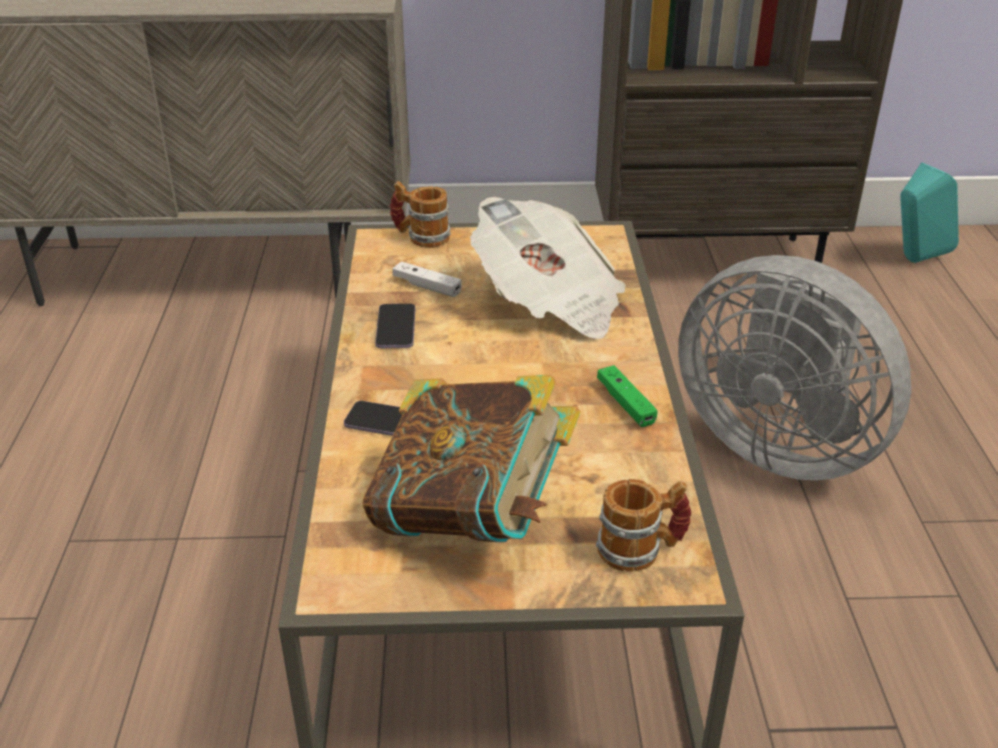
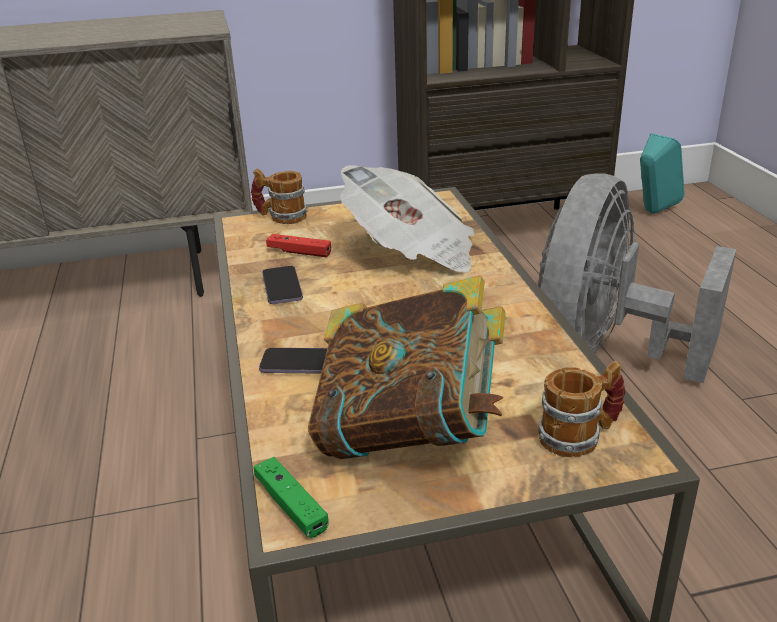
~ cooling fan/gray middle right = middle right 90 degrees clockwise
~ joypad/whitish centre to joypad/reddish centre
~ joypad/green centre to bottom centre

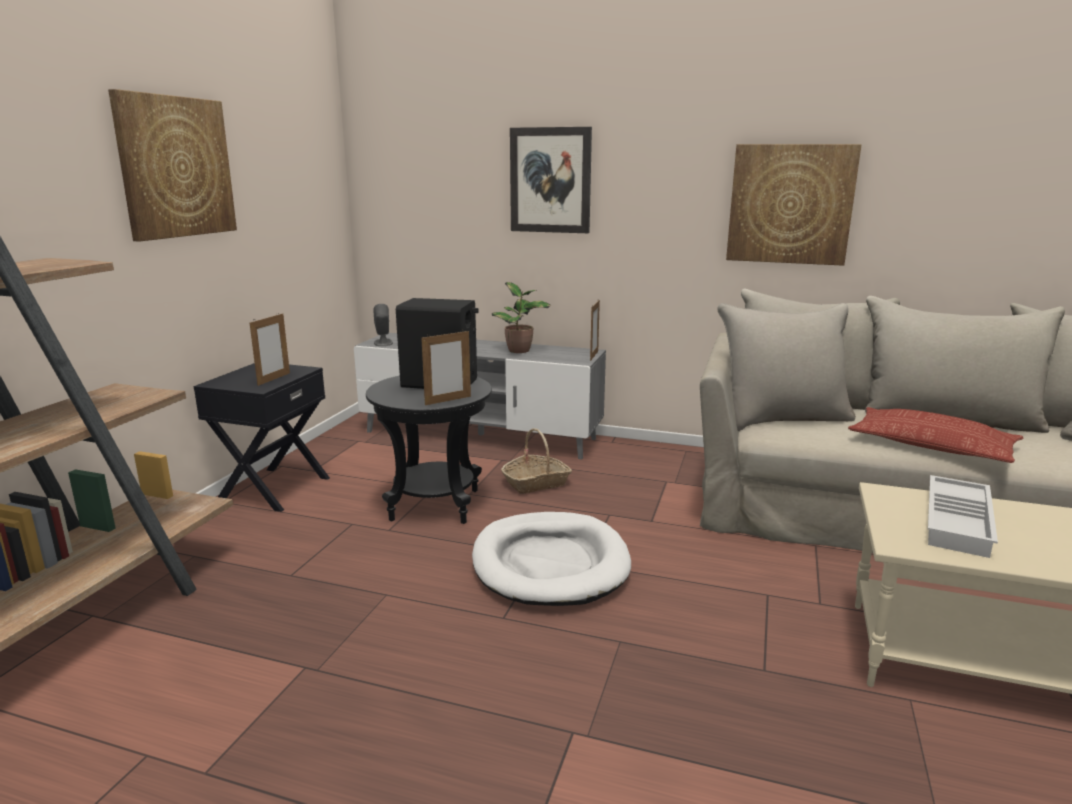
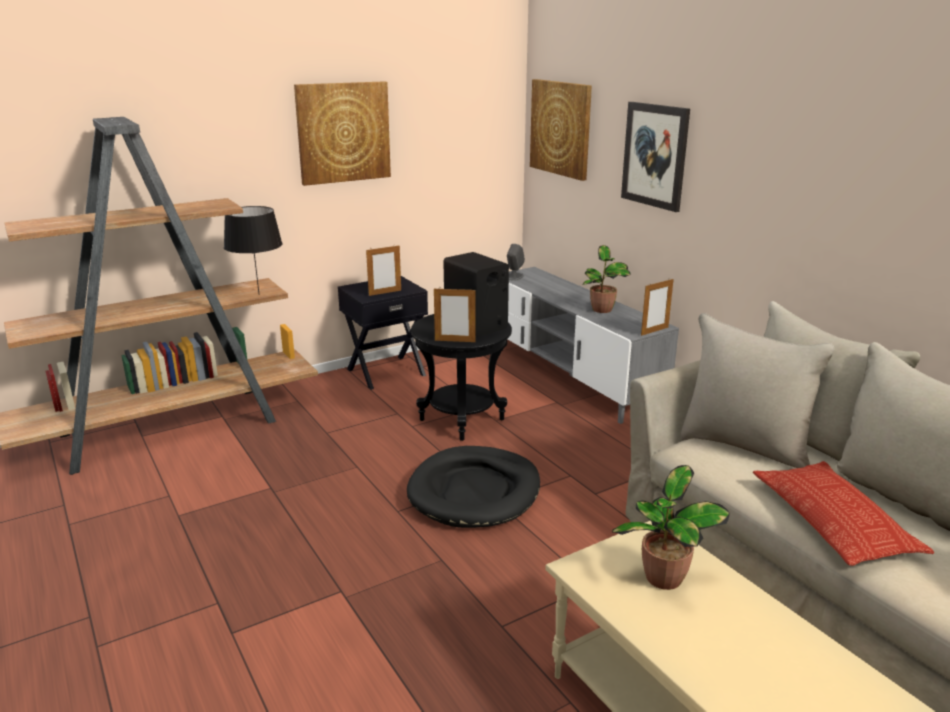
~ wall art (3rd from left in the first image) top right to wall art (2nd from left) top centre
- household basket centre
~ carrying tray/whitish middle right to potted plant (2nd from left) bottom right
~ pet bed/whitish bottom centre to pet bed/blackish bottom centre
+ lamp for a table/blackish middle left

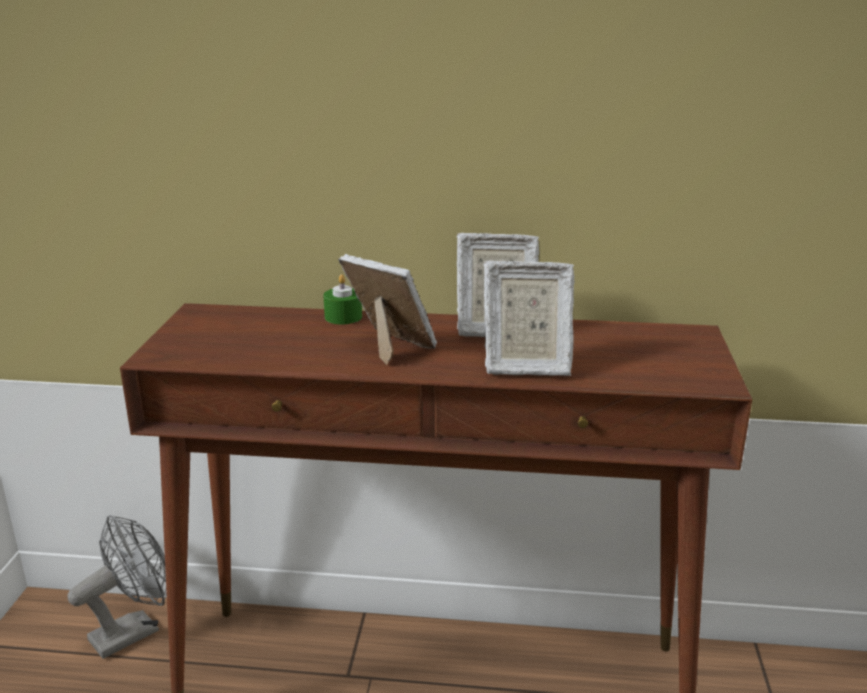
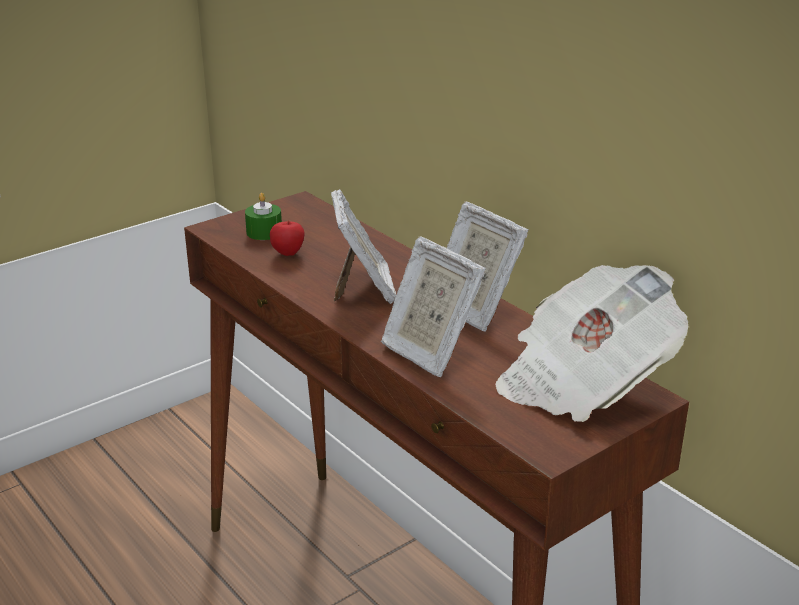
~ wax light/green centre to middle left
- cooling fan/gray bottom left
+ apple centre
+ daily paper middle right

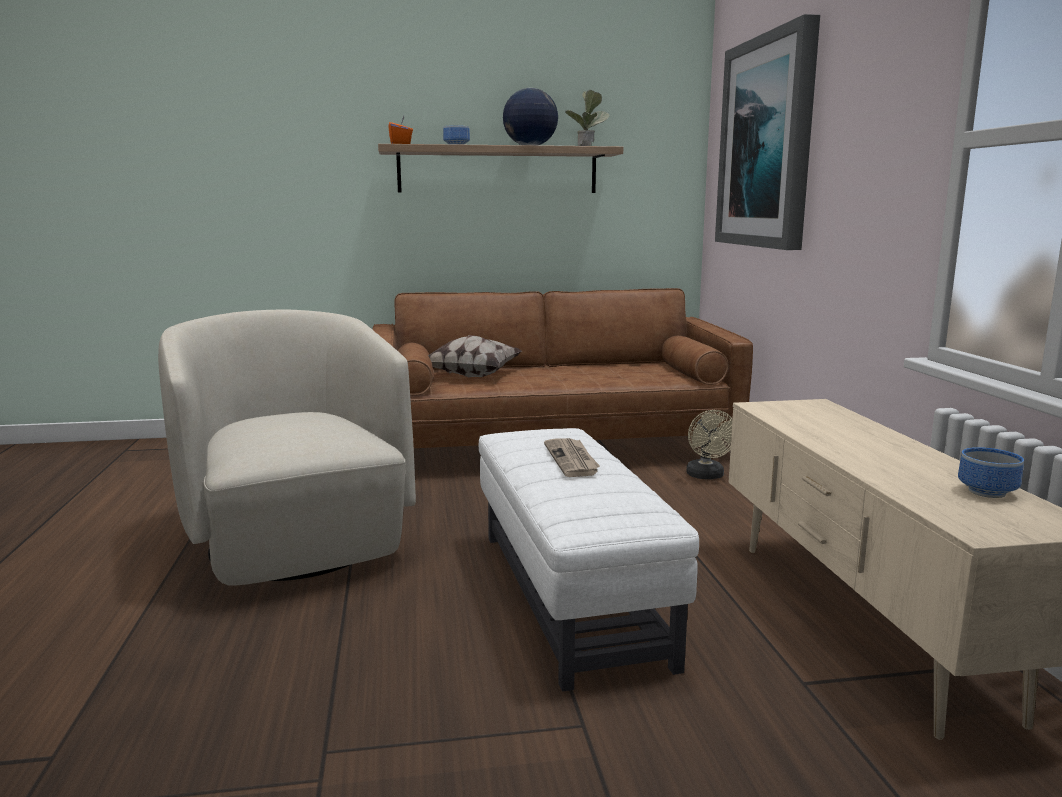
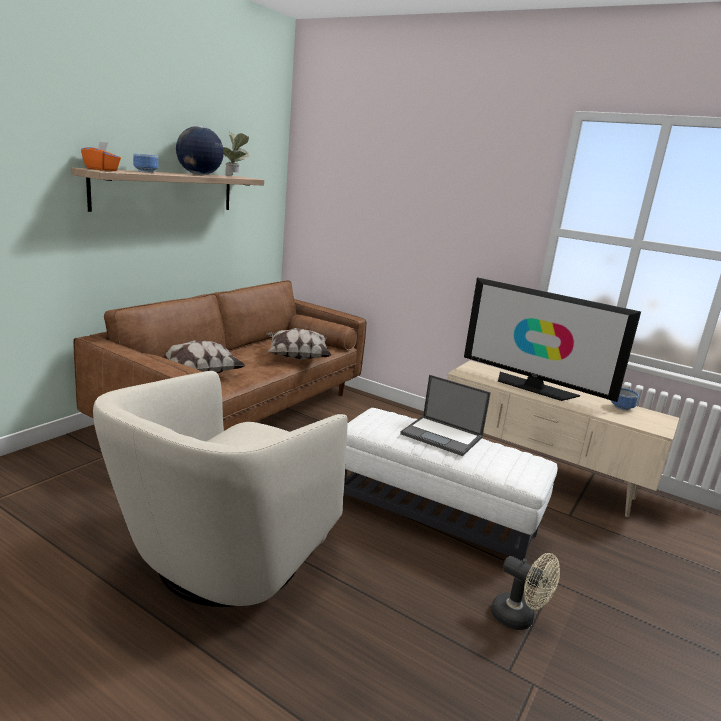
- wall art top right
~ lounge chair/beige-coloured middle left = bottom left 75 degrees counterclockwise
~ cooling fan/beige-coloured middle right to bottom right
~ daily paper centre to laptop centre
+ TV set middle right
+ throw pillow (2nd from left) centre

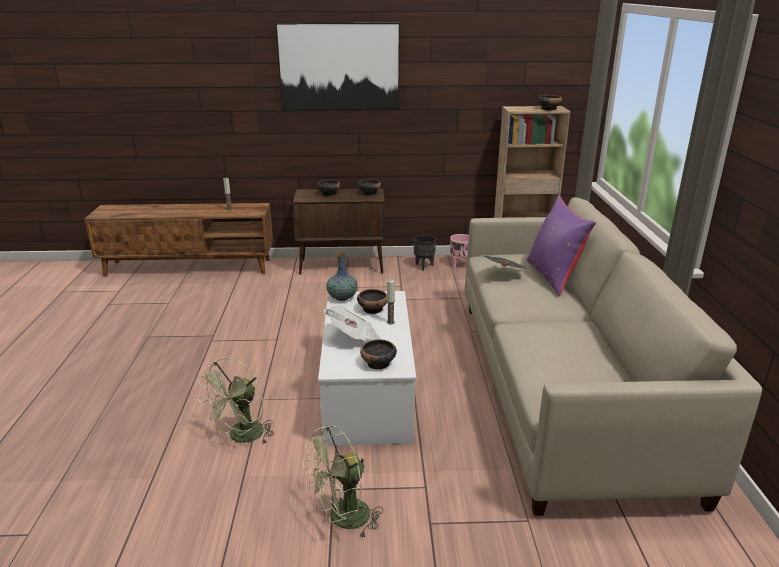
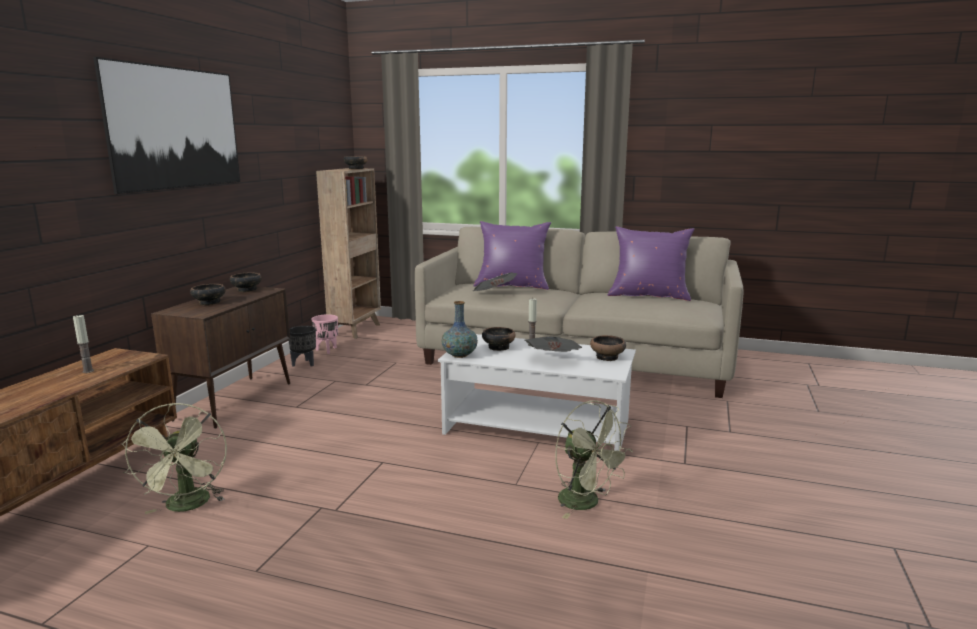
~ cooling fan/green (2nd from left in the first image) bottom centre to cooling fan/green (1st from left) bottom left
+ throw pillow/purplish (2nd from left) centre

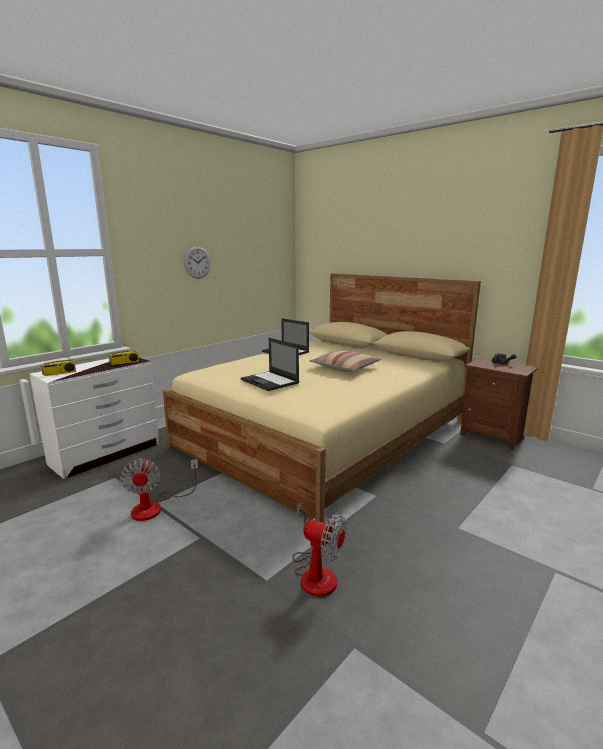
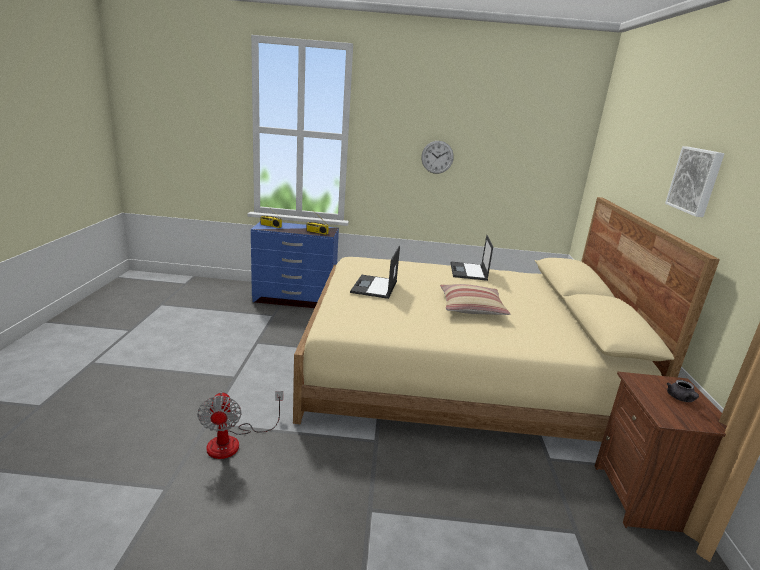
~ dresser/whitish middle left to dresser/blue centre
- cooling fan (1st from left) middle left
+ wall art top right

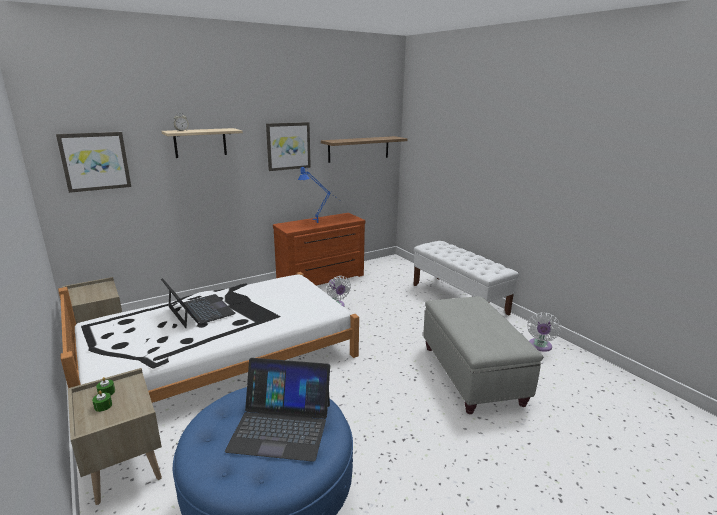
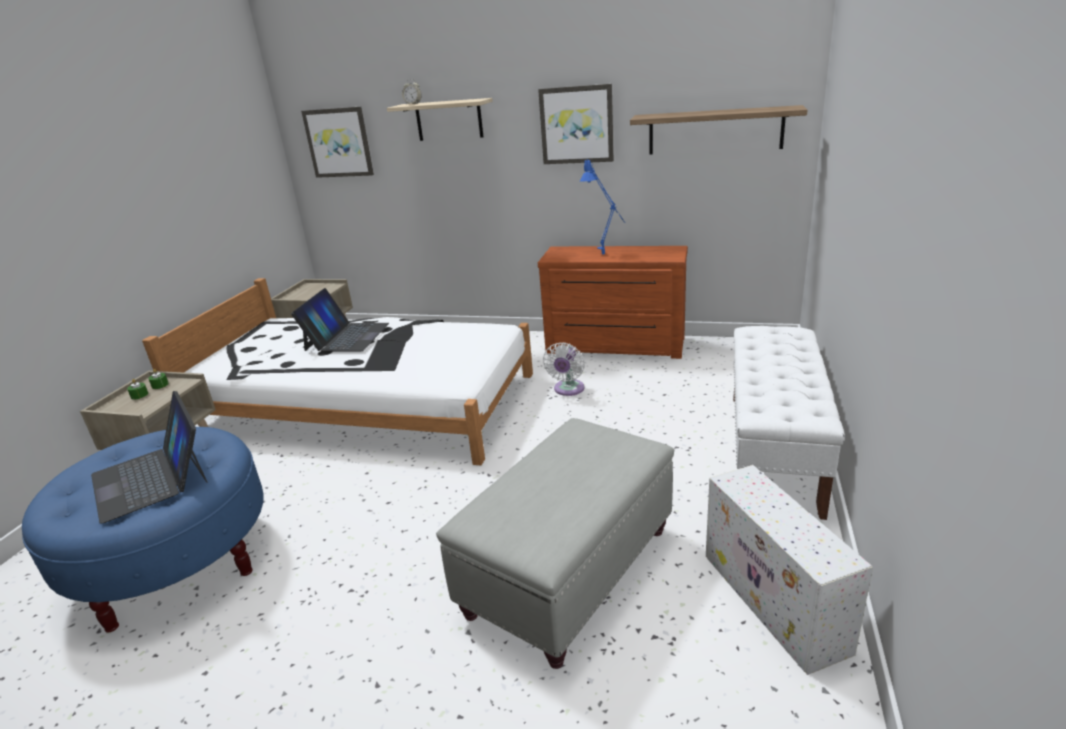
~ cooling fan/whitish (2nd from left) middle right to storage bin/whitish bottom right

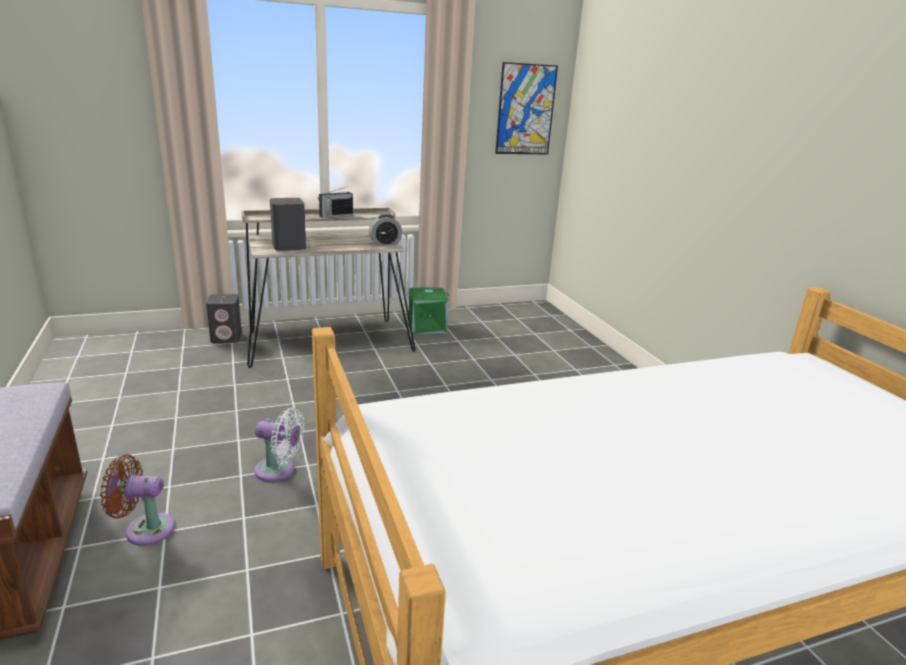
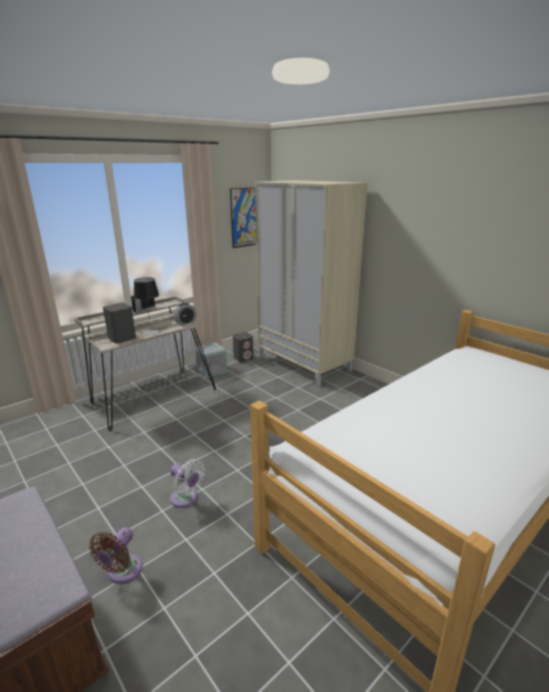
~ storage bin/green centre to storage bin/gray centre
~ audio speaker/gray (1st from left in the first image) middle left to audio speaker/gray (2nd from left) centre
~ cooling fan/whitish bottom left = bottom centre 45 degrees clockwise
~ cooling fan/brown-coloured bottom left = bottom left 45 degrees counterclockwise
+ wardrobe/beige-coloured centre
+ lamp for a table middle left

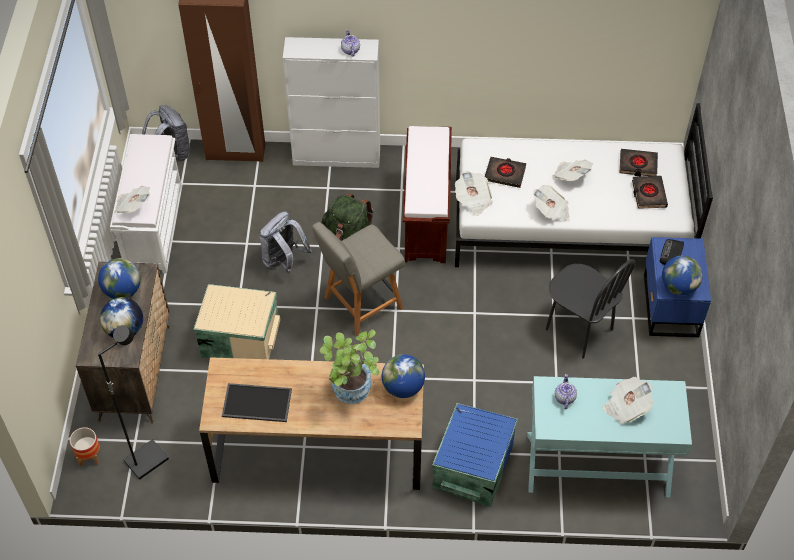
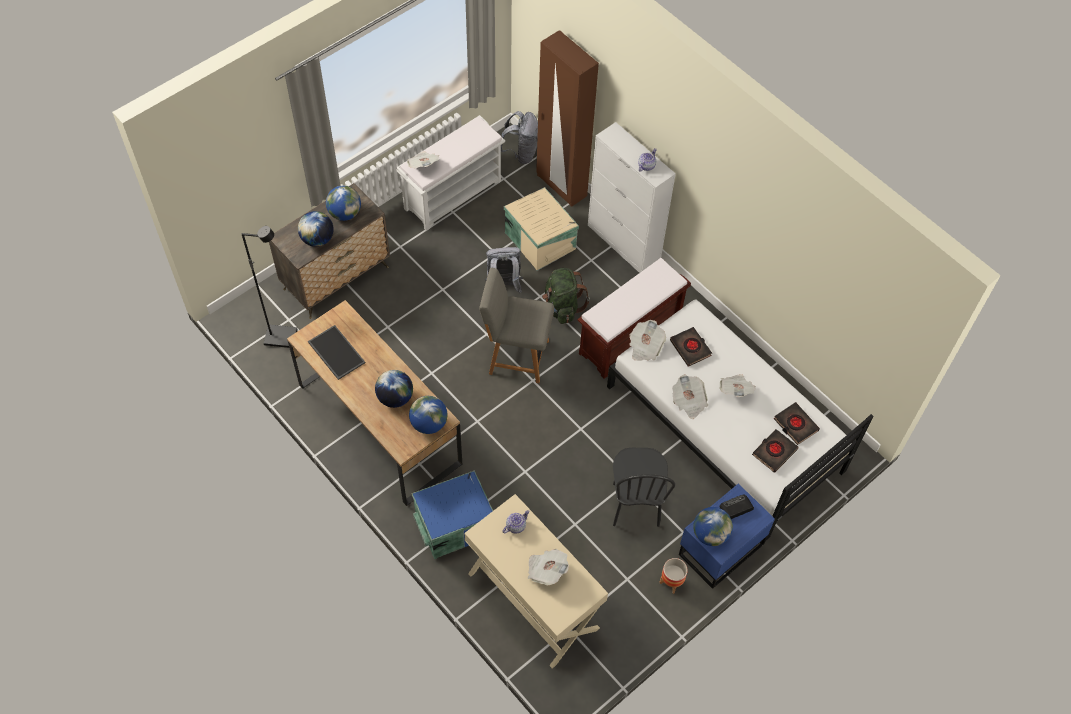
~ storage bin/beige-coloured middle left to top centre
~ potted plant centre to globe (3rd from left) centre
~ hall table/turquoise bottom right to hall table/beige-coloured bottom centre
~ plant pot bottom left to bottom centre

